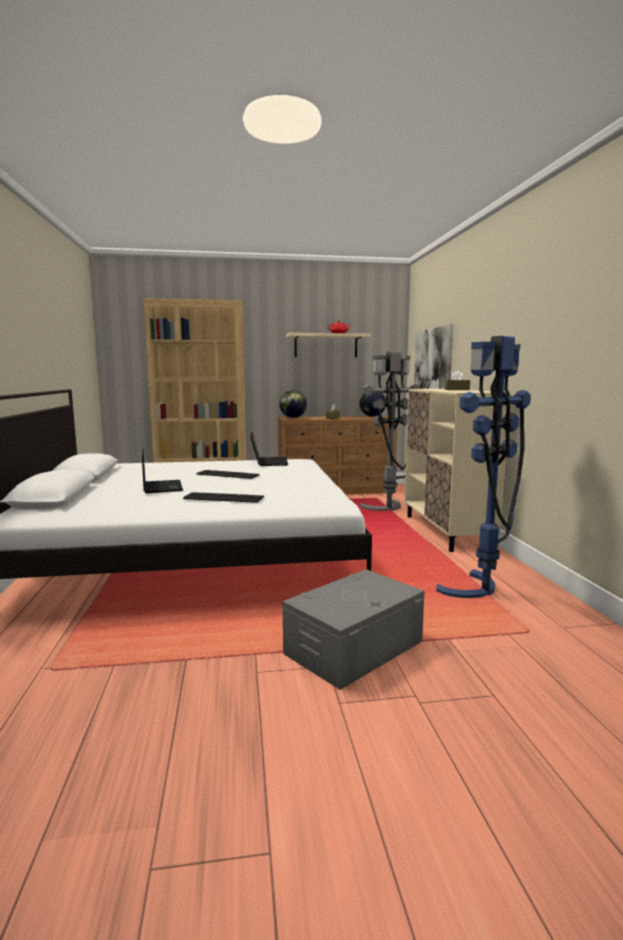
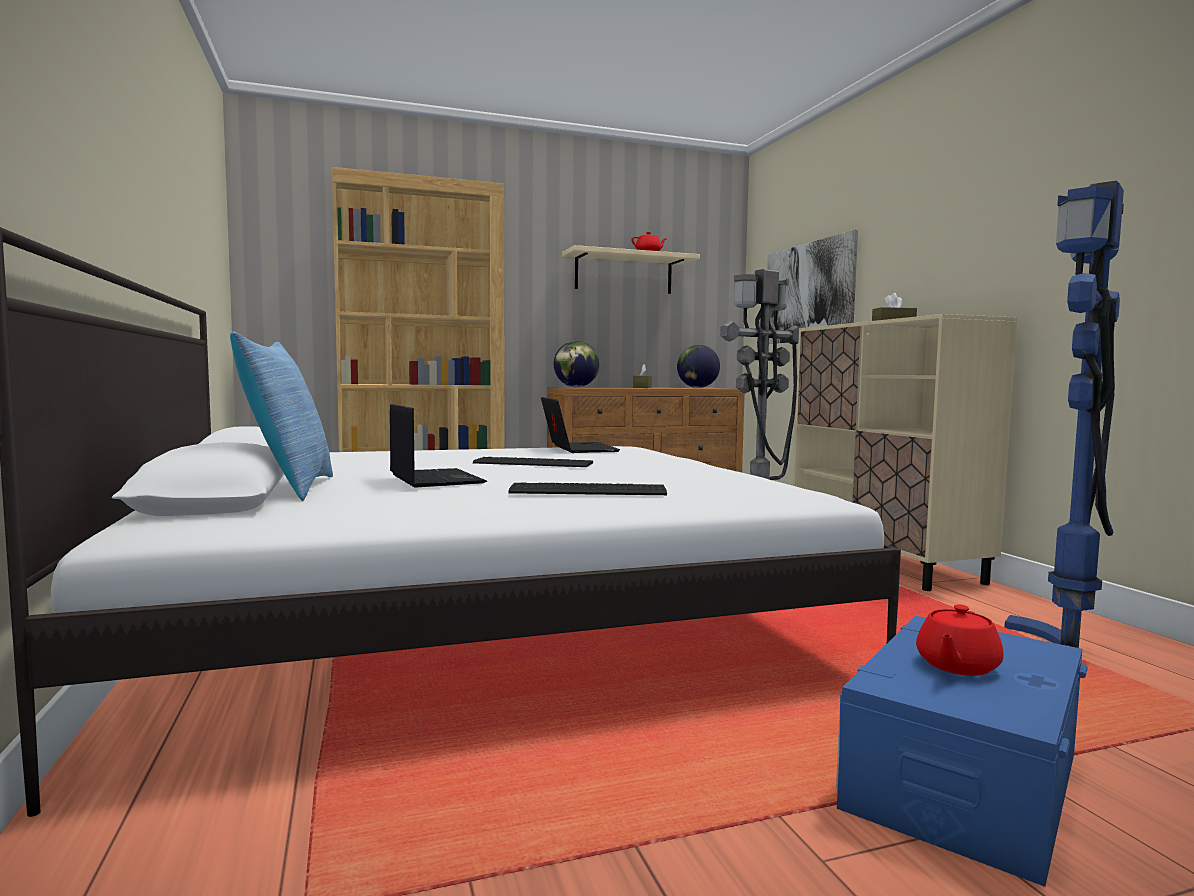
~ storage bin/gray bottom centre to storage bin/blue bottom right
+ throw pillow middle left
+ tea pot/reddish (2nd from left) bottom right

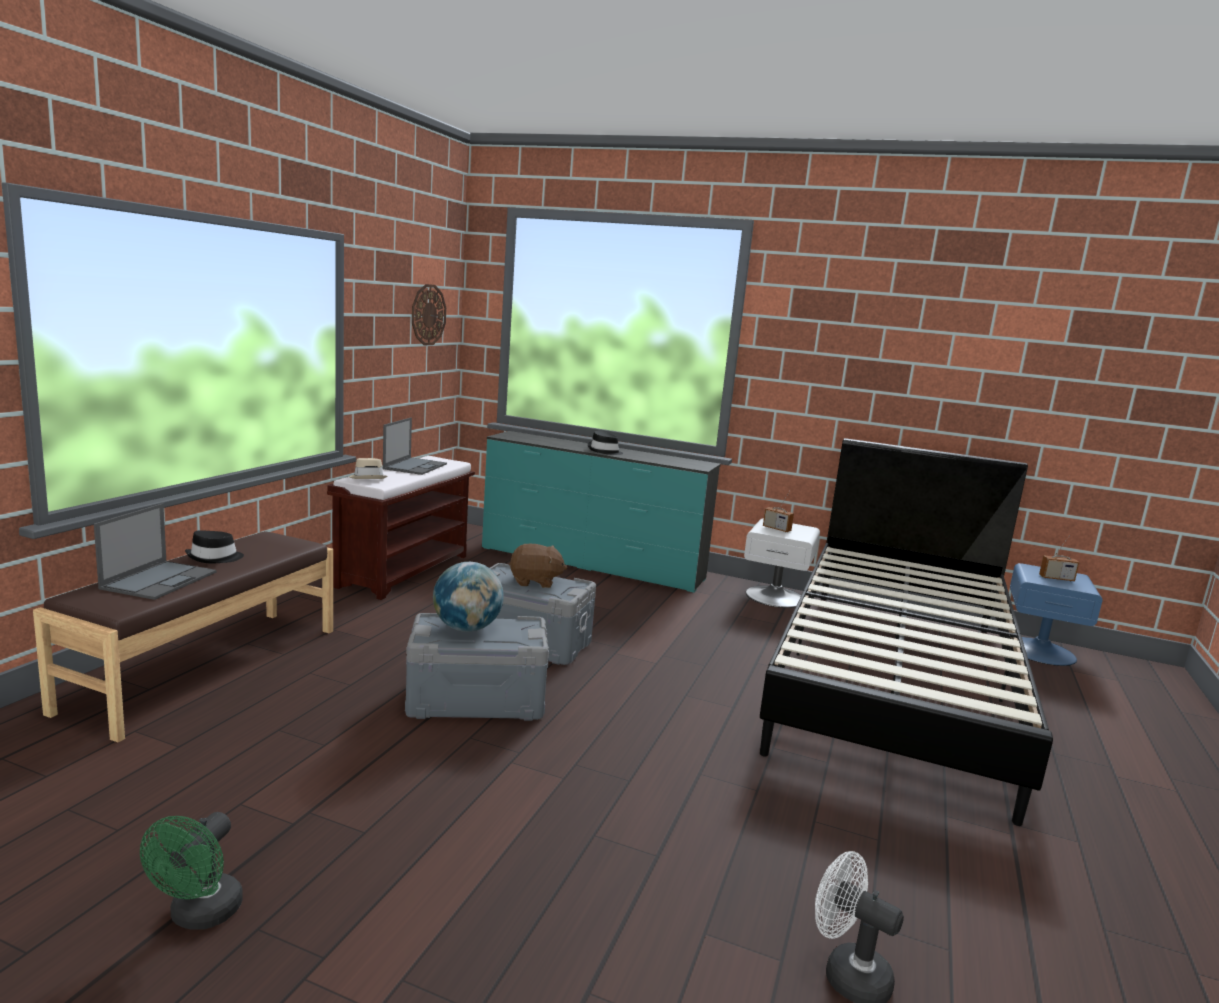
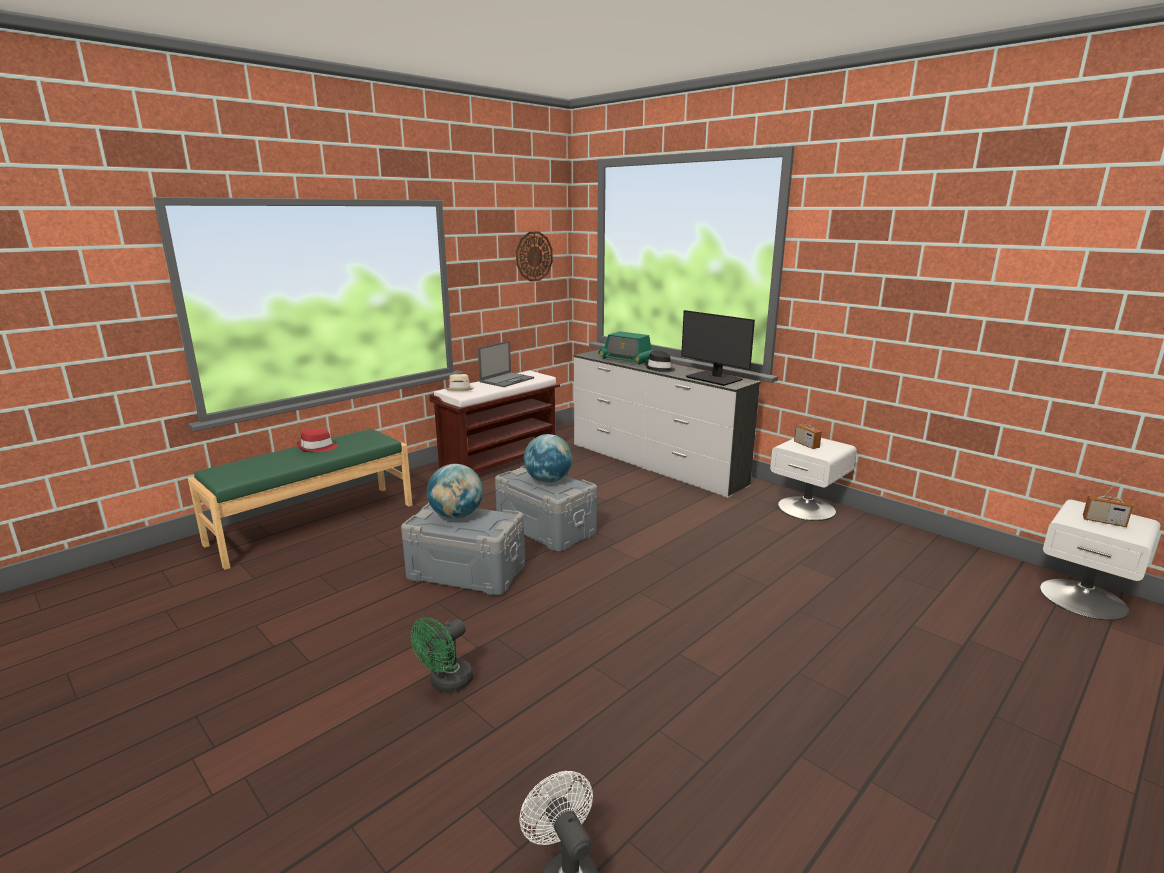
~ dresser/turquoise centre to dresser/whitish centre
- bed/blackish middle right
- laptop (1st from left) middle left
~ hat/blackish (1st from left) middle left to hat/reddish middle left
~ bench/brown-coloured (1st from left) middle left to bench/green middle left
~ plush toy/brown-coloured centre to globe (2nd from left) centre
~ bedside table/blue middle right to bedside table/whitish (2nd from left) middle right
~ cooling fan/green bottom left to bottom centre
+ computer display centre
+ radio receiver (1st from left) centre

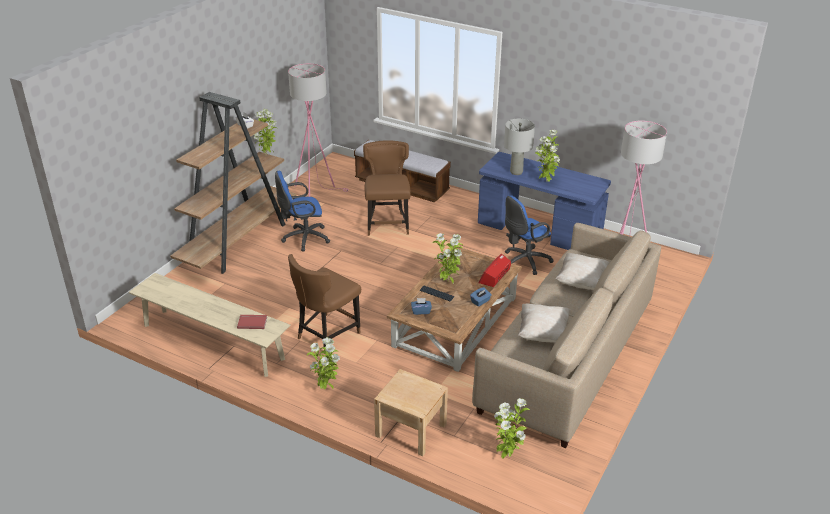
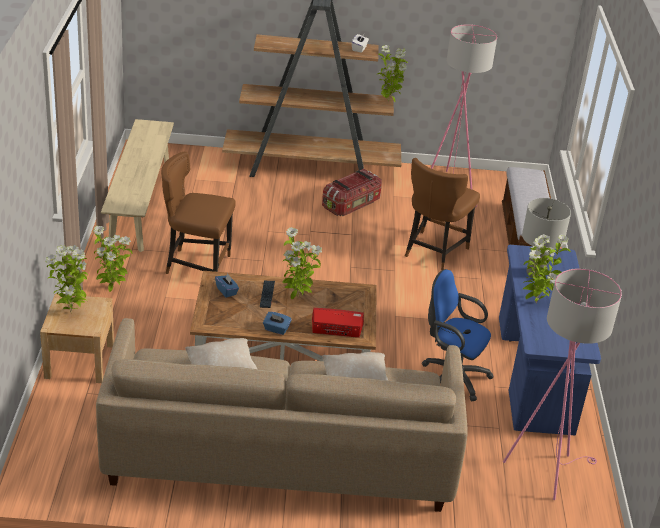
~ plain chair/brown-coloured (2nd from left) centre = middle right 150 degrees clockwise
~ desk chair/blue (1st from left) centre to storage bin centre
- volume/reddish middle left
~ potted plant (4th from left in the first image) bottom centre to potted plant (1st from left) middle left

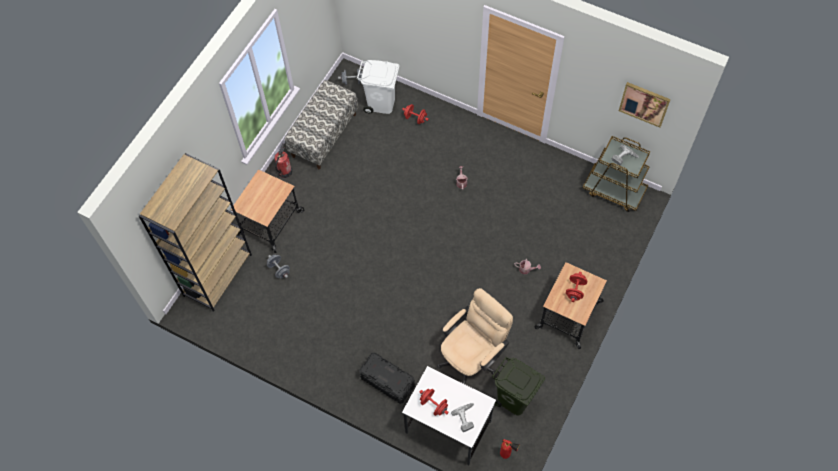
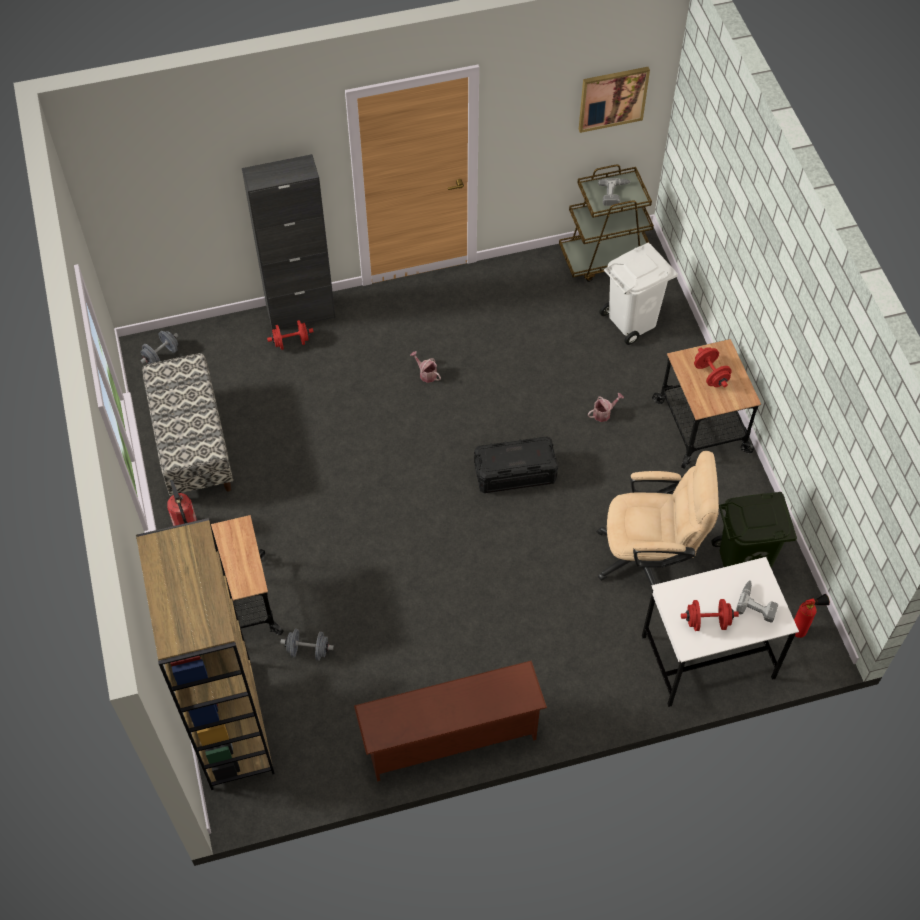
~ waste bin/whitish top centre to top right
~ desk chair/beige-coloured bottom centre = middle right 90 degrees clockwise
~ storage bin/blackish bottom centre to centre
+ cabinet/blackish top left
+ shoe stand/brown-coloured bottom centre

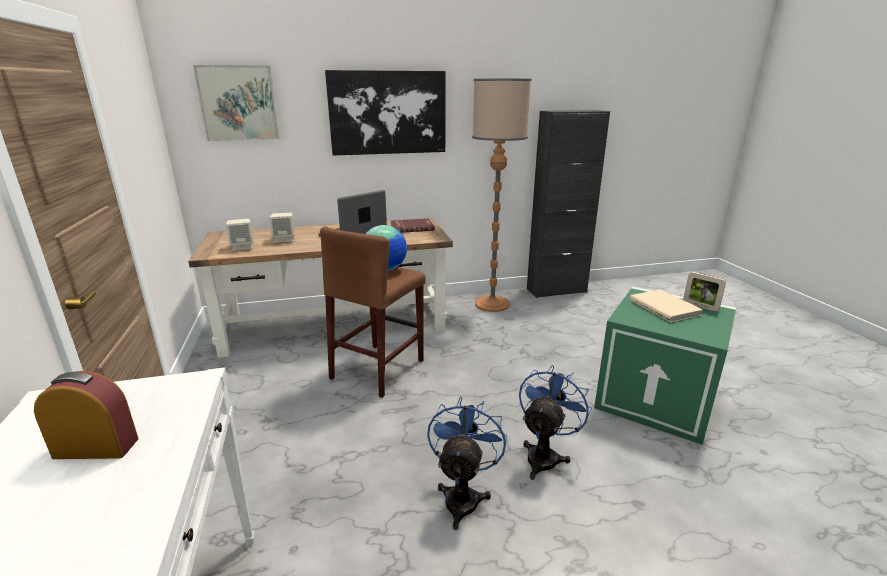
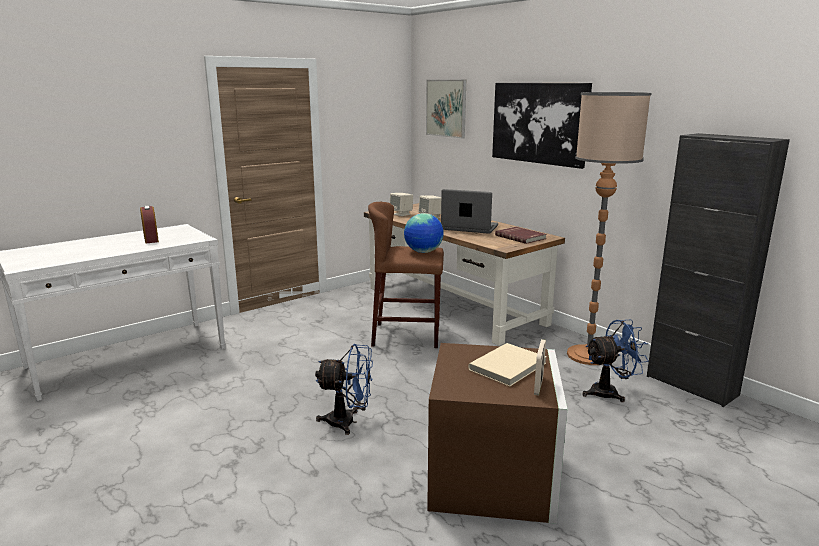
~ storage bin/green middle right to storage bin/brown-coloured bottom centre
~ cooling fan/blue (1st from left in the first image) bottom centre to cooling fan/blue (2nd from left) middle right

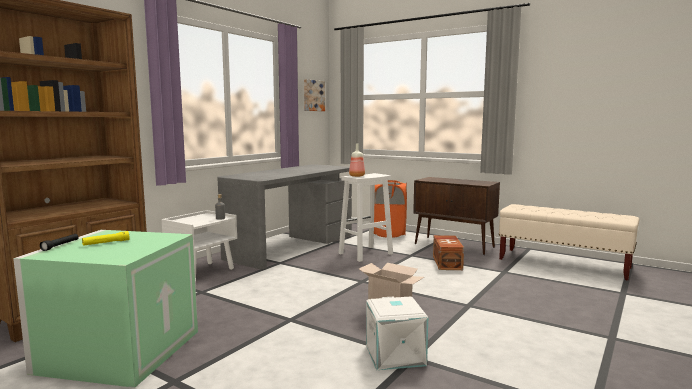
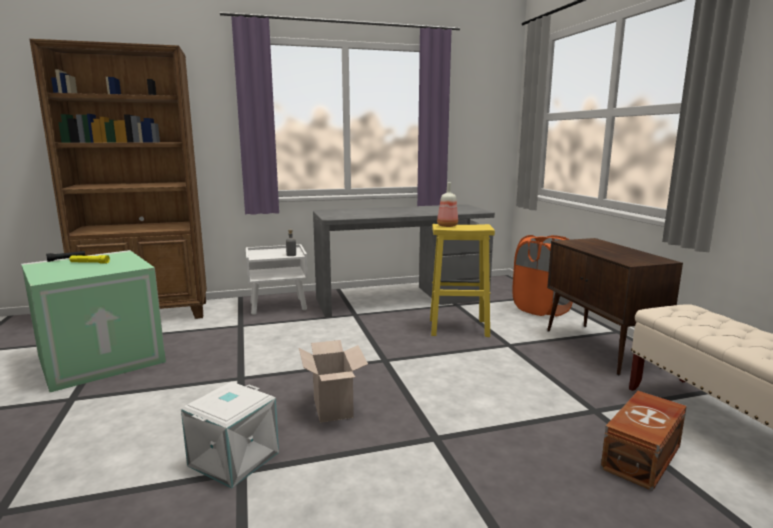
- wall art top centre
~ stool seat/whitish centre to stool seat/yellowish centre
~ storage bin/brown-coloured centre to bottom right

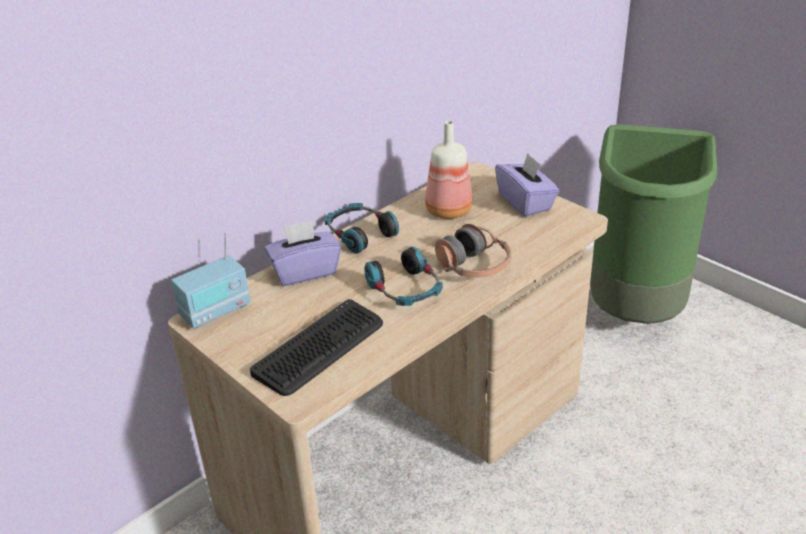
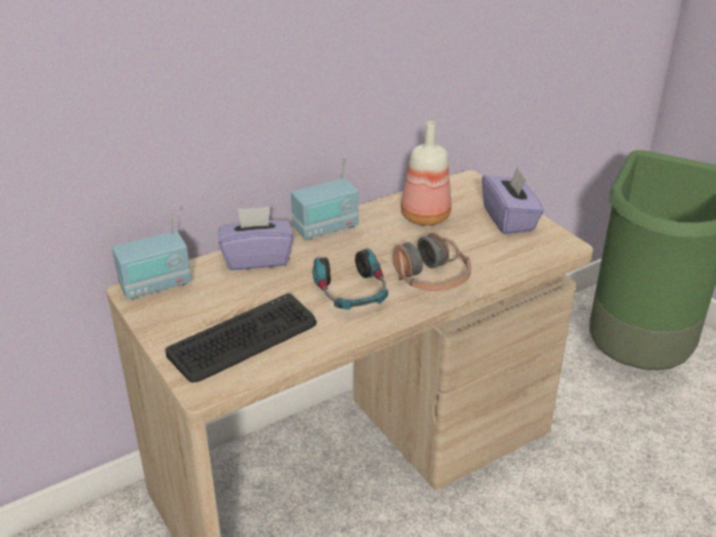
~ headphones (1st from left) centre to radio receiver (2nd from left) centre

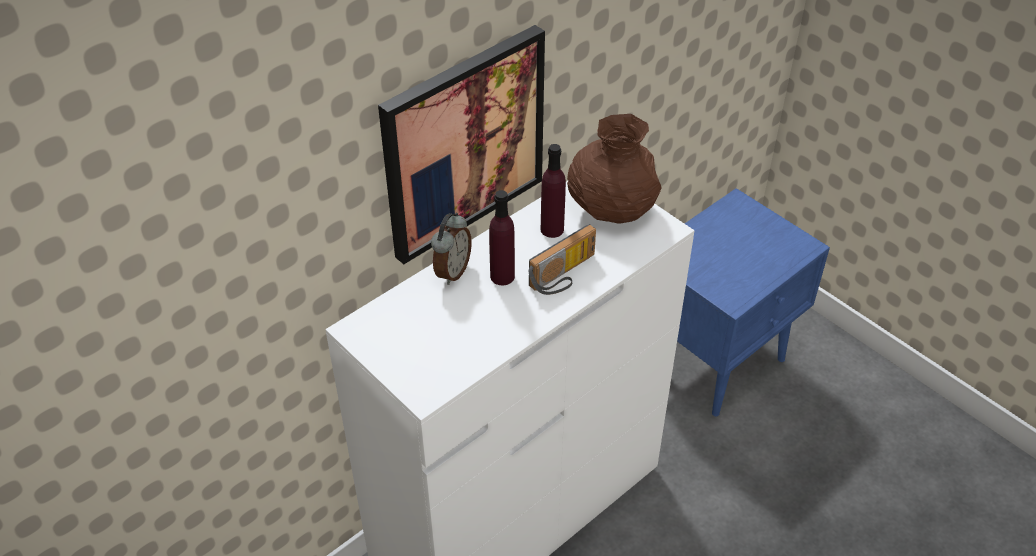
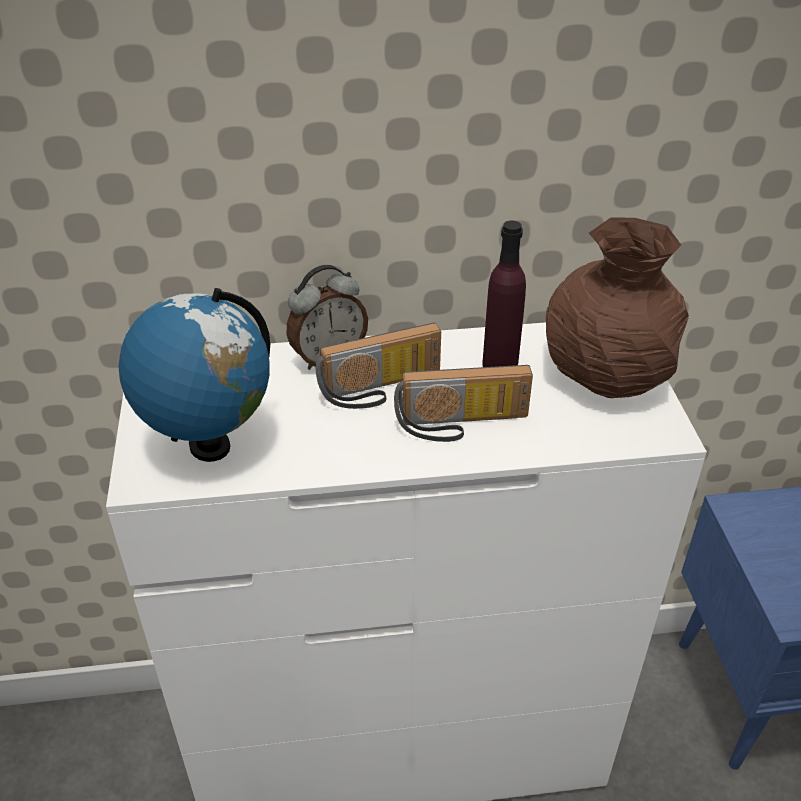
- wall art top centre
~ beverage bottle/purplish (1st from left) centre to radio receiver (1st from left) centre
+ globe middle left

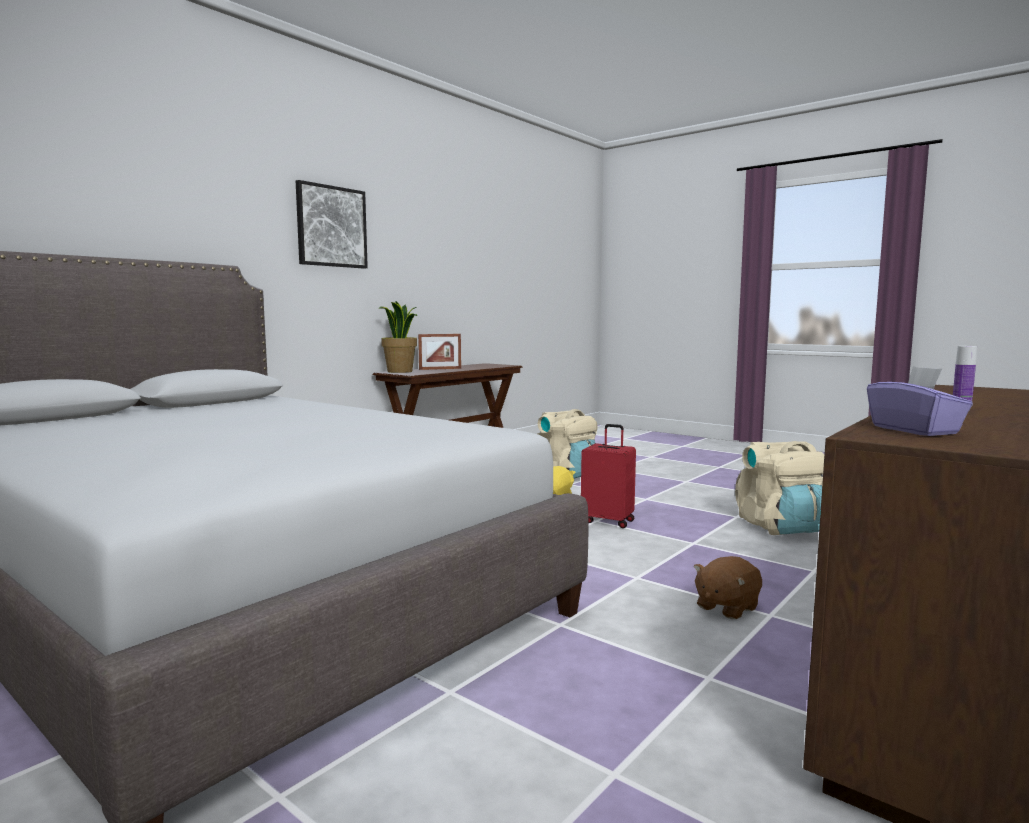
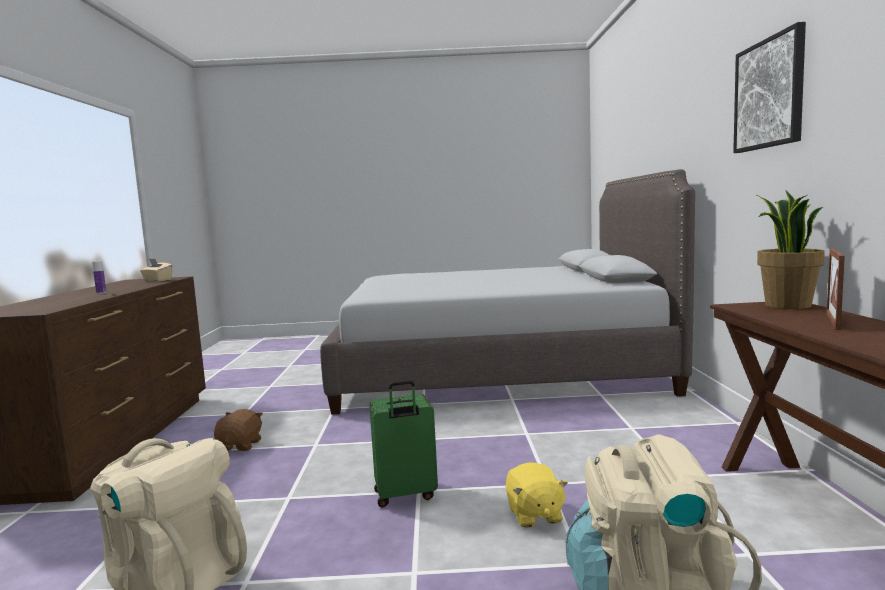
~ tissue box/purplish middle right to tissue box/beige-coloured middle left
~ travel case/reddish centre to travel case/green bottom centre

